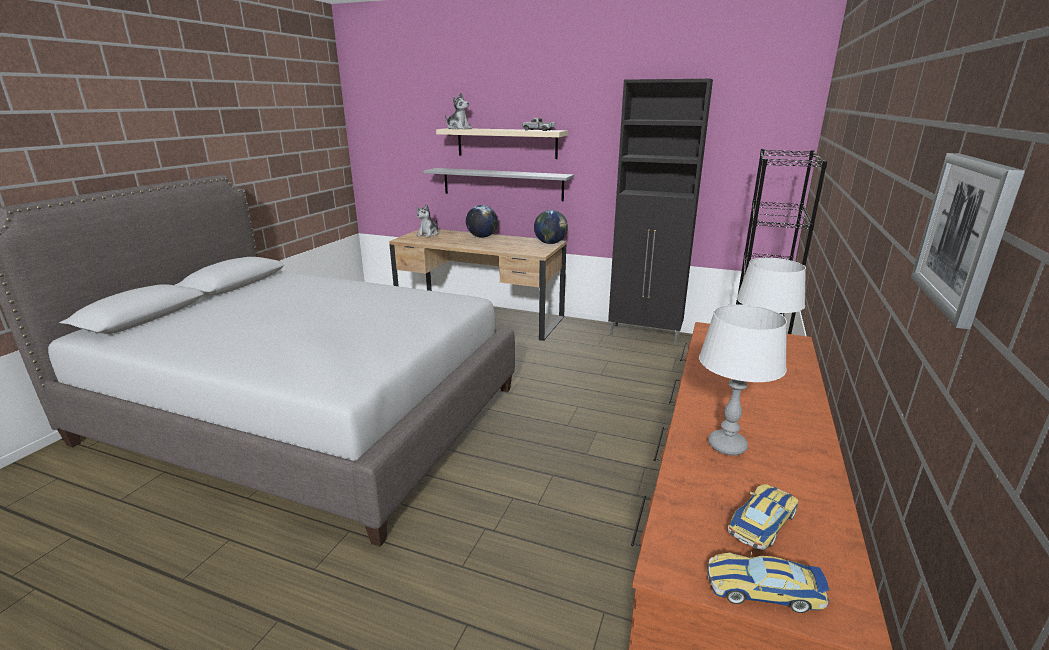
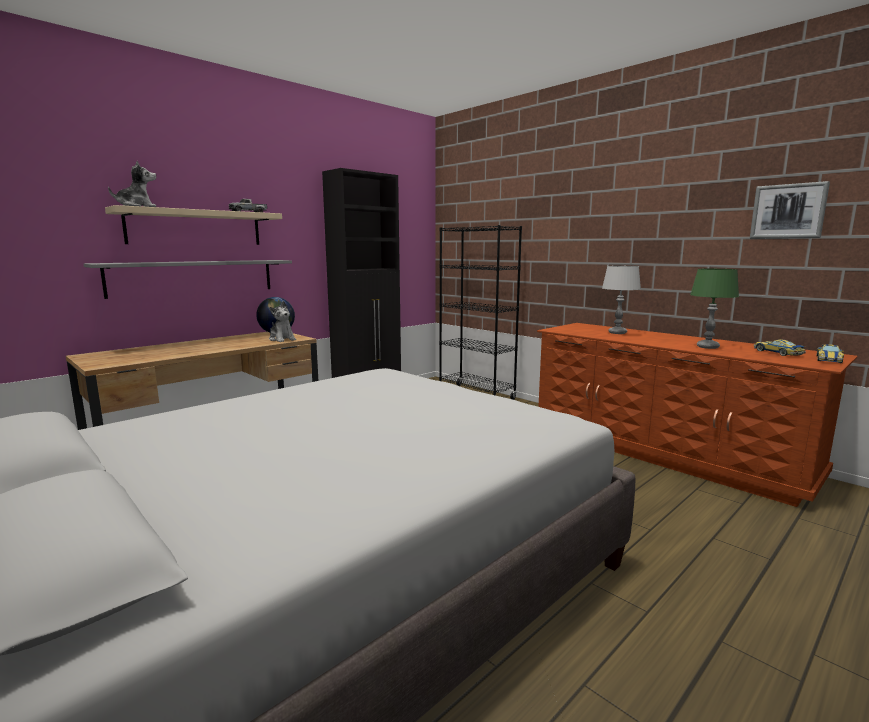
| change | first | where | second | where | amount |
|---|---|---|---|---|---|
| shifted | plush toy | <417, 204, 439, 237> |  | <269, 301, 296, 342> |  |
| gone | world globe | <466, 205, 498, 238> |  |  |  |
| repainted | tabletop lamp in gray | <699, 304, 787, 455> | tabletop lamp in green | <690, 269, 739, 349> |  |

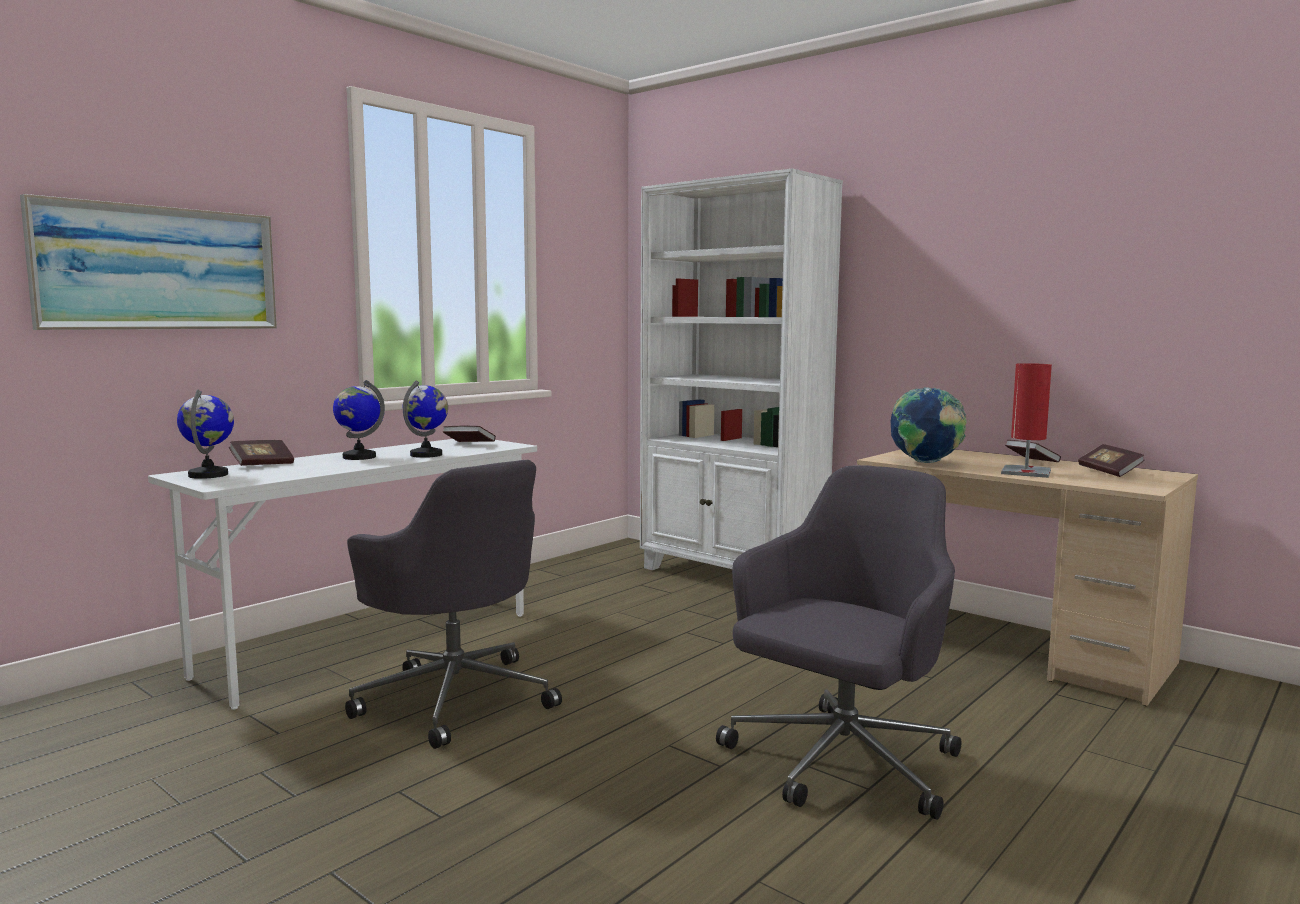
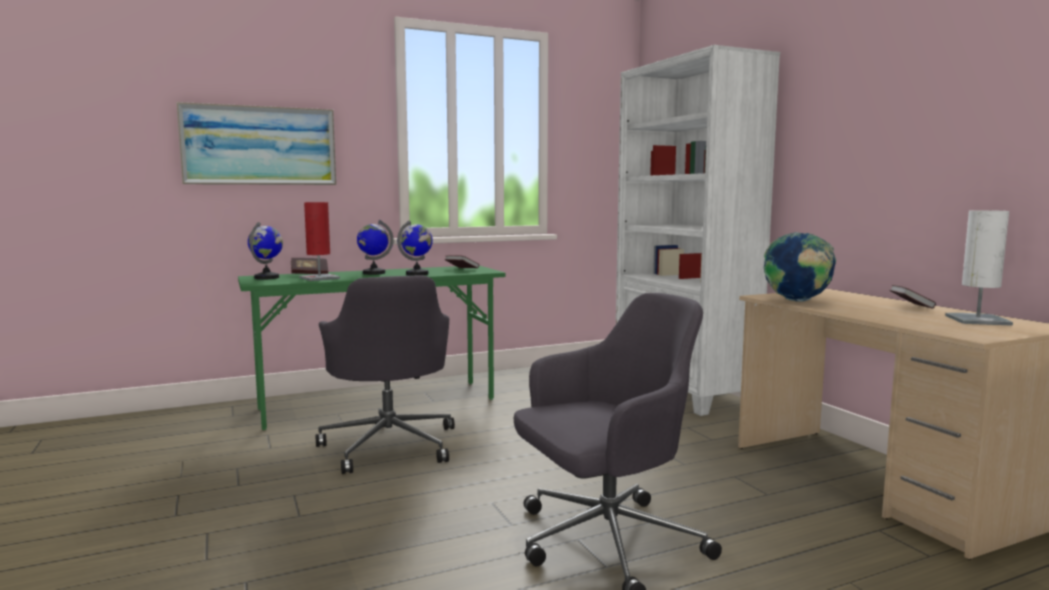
| change | first | where | second | where | amount |
|---|---|---|---|---|---|
| shifted | tabletop lamp in red | <1001, 363, 1052, 478> |  | <299, 202, 340, 281> |  |
| repainted | desk unit in whitish | <148, 439, 537, 710> | desk unit in green | <238, 265, 506, 430> |  |
| swapped | book | <1078, 444, 1145, 477> | tabletop lamp in whitish | <945, 210, 1013, 326> |  |

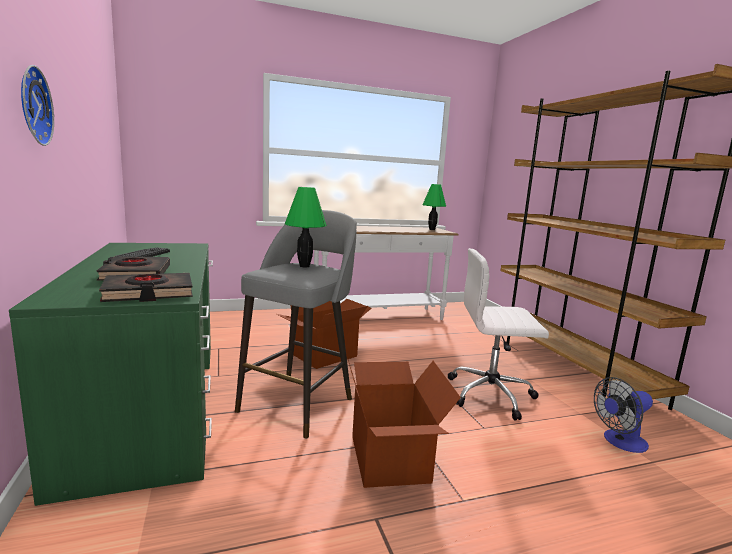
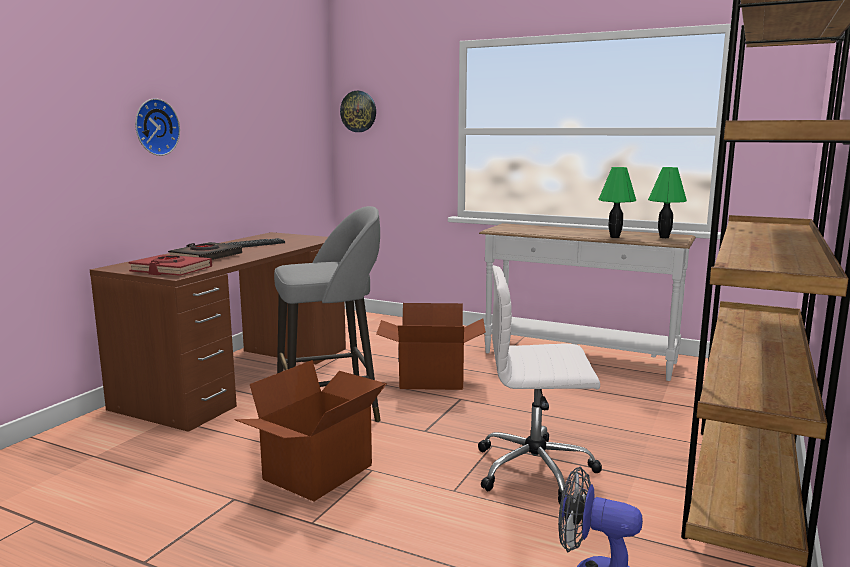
| change | first | where | second | where | amount |
|---|---|---|---|---|---|
| shifted | tabletop lamp in green | <285, 187, 327, 267> |  | <598, 167, 636, 238> |  |
| repainted | desk unit in green | <9, 243, 213, 506> | desk unit in brownish | <90, 232, 346, 432> |  |
| rotated | computer chair in whitish | <448, 248, 549, 421> |  | <478, 265, 602, 504> | 45 degrees counterclockwise |
| repainted | book in black-coloured | <99, 273, 193, 302> | book in red | <129, 255, 212, 276> |  |
| new |  |  | wall clock | <340, 91, 376, 132> |  |

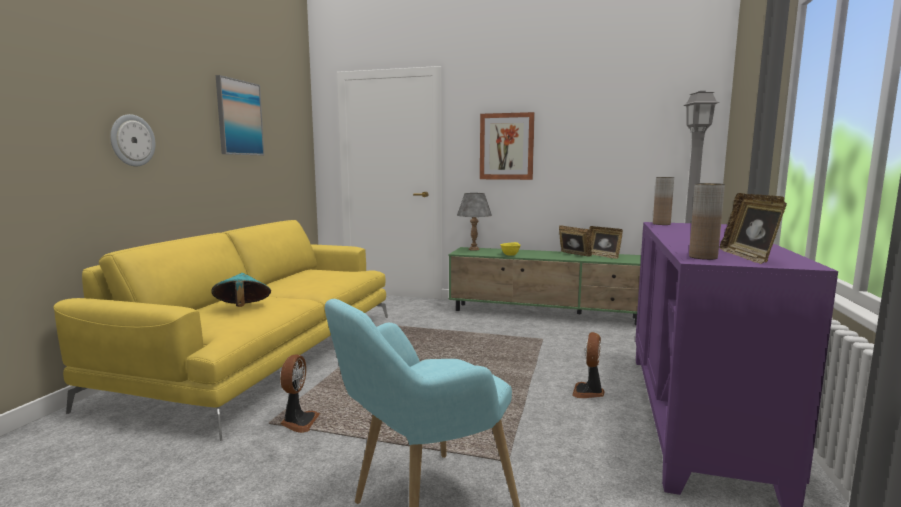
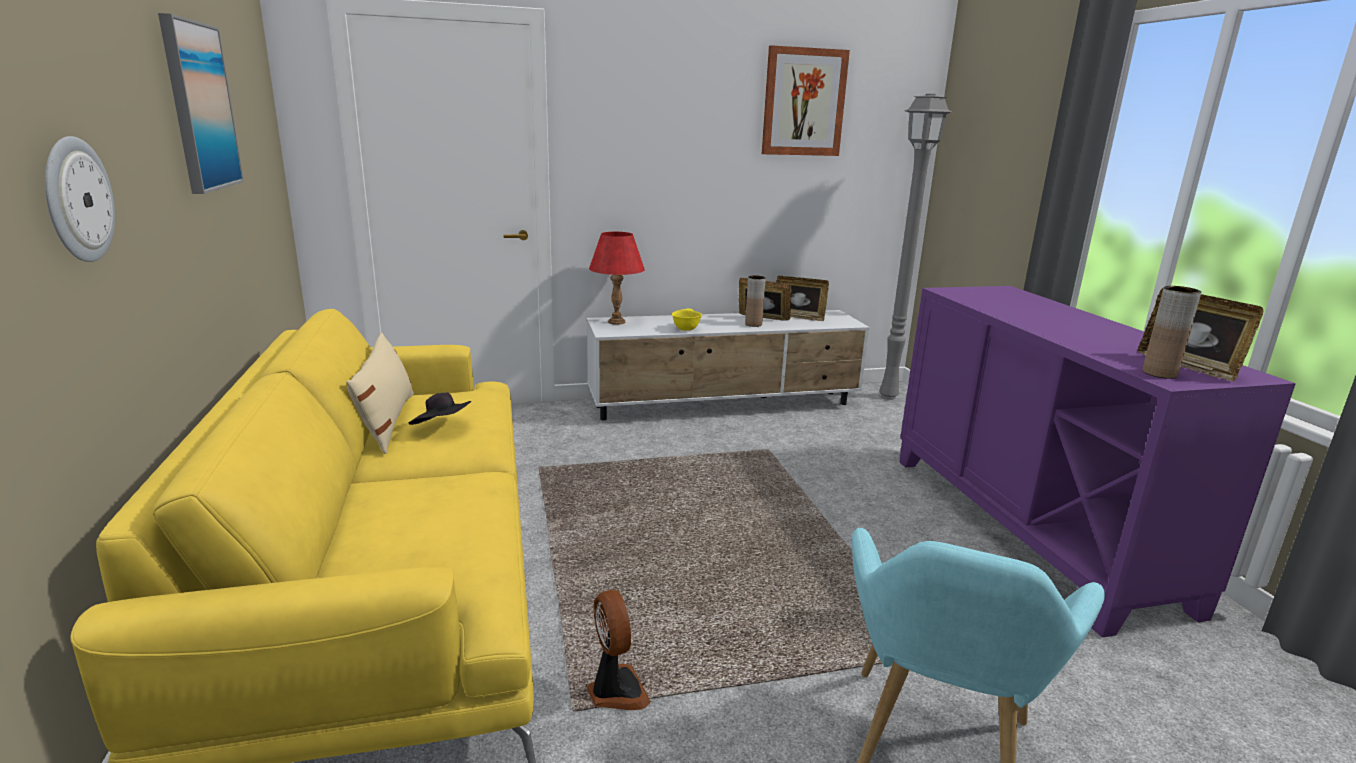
| change | first | where | second | where | amount |
|---|---|---|---|---|---|
| shifted | wall art | <480, 112, 535, 180> |  | <762, 45, 850, 156> |  |
| shifted | flower vase in brownish | <653, 177, 674, 225> |  | <745, 275, 766, 327> |  |
| repainted | tabletop lamp in gray | <457, 193, 492, 251> | tabletop lamp in red | <589, 232, 645, 325> |  |
| repainted | tv unit in green | <449, 247, 641, 325> | tv unit in whitish | <587, 310, 870, 420> |  |
| gone | wearable hat in turquoise | <211, 273, 271, 307> |  |  |  |
| gone | electric fan | <572, 332, 604, 398> |  |  |  |
| new |  |  | throw pillow in beige-coloured | <346, 332, 414, 454> |  |
| new |  |  | wearable hat in black-coloured | <409, 393, 471, 425> |  |

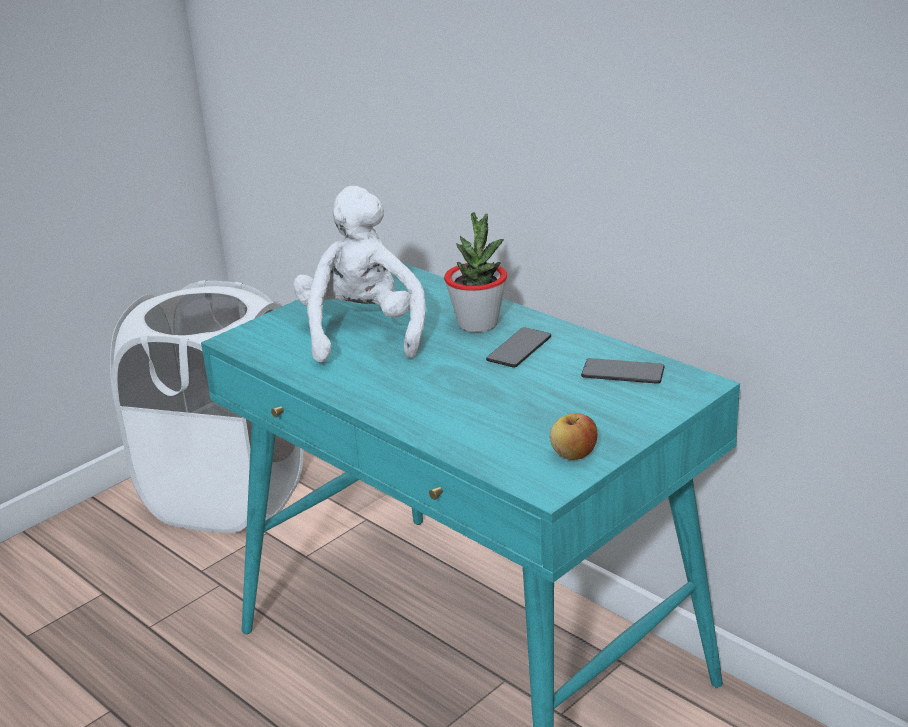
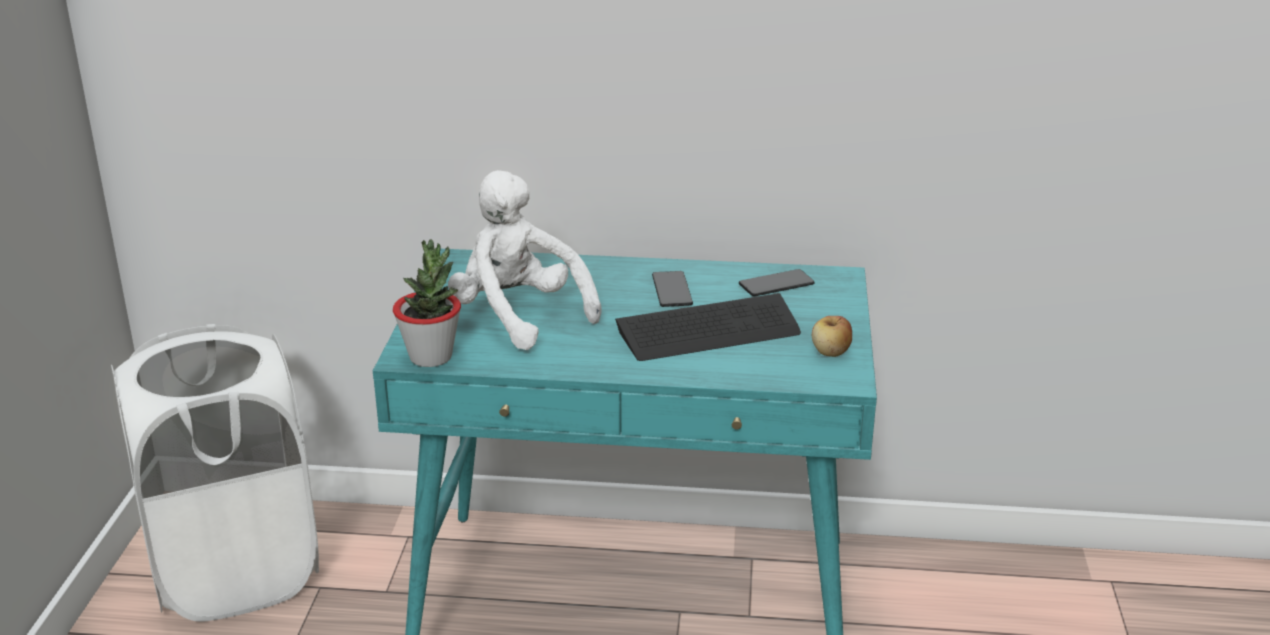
| change | first | where | second | where | amount |
|---|---|---|---|---|---|
| shifted | houseplant | <444, 212, 507, 332> |  | <393, 239, 461, 367> |  |
| new |  |  | computer keyboard | <615, 293, 801, 361> |  |

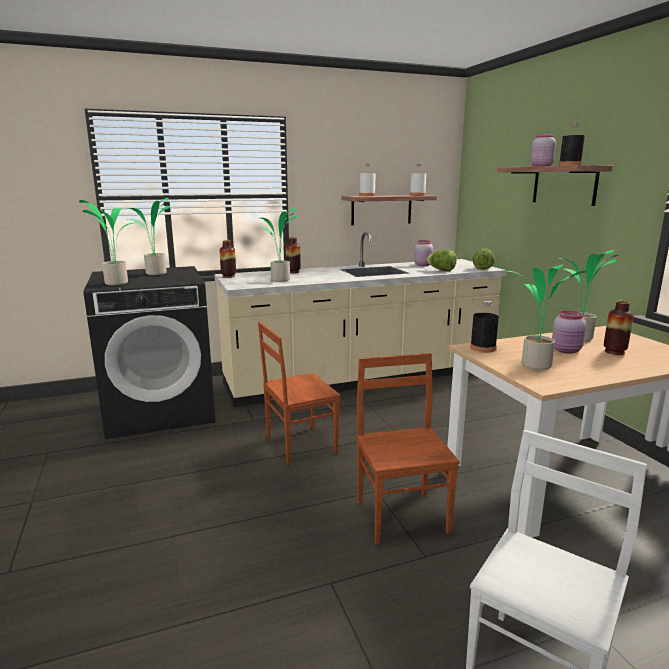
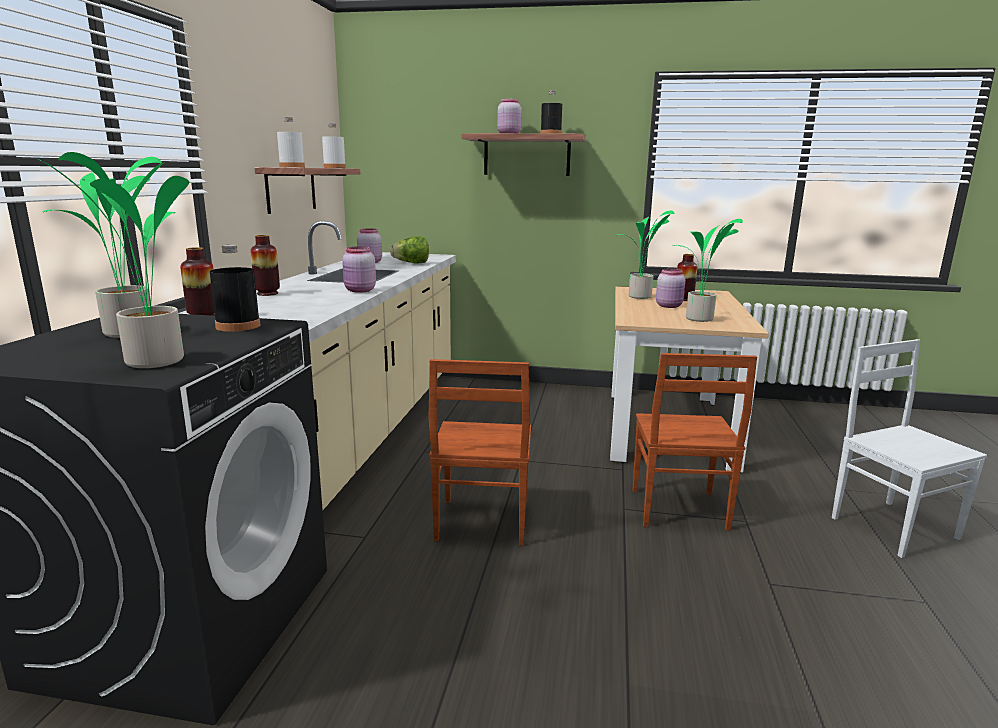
| change | first | where | second | where | amount |
|---|---|---|---|---|---|
| gone | houseplant | <261, 208, 297, 282> |  |  |  |
| gone | lettuce | <472, 248, 495, 270> |  |  |  |
| shifted | bottle in black-coloured | <470, 300, 499, 352> |  | <210, 245, 260, 332> |  |
| rotated | plain chair in brownish | <356, 353, 460, 545> |  | <632, 353, 757, 530> | 105 degrees counterclockwise |
| new |  |  | preserve jar in pink-coloured | <342, 247, 376, 293> |  |

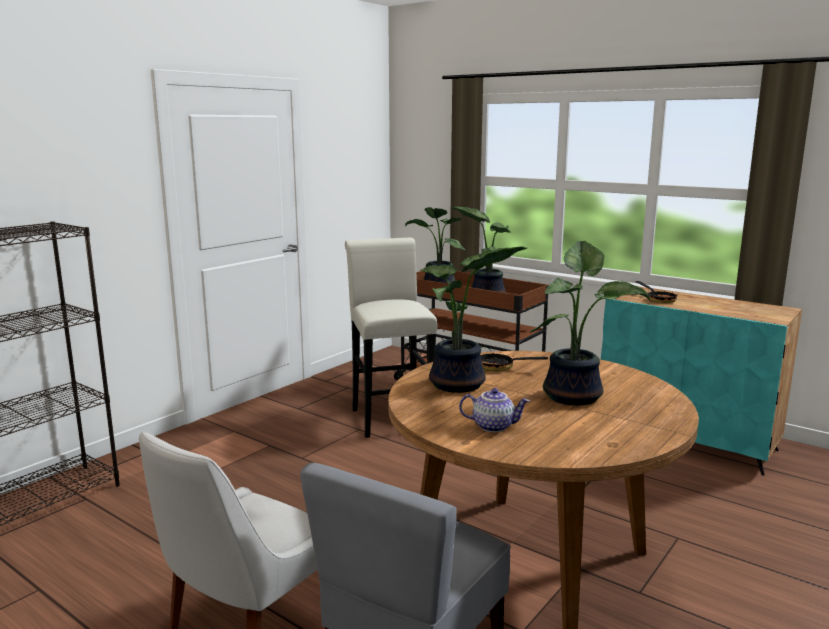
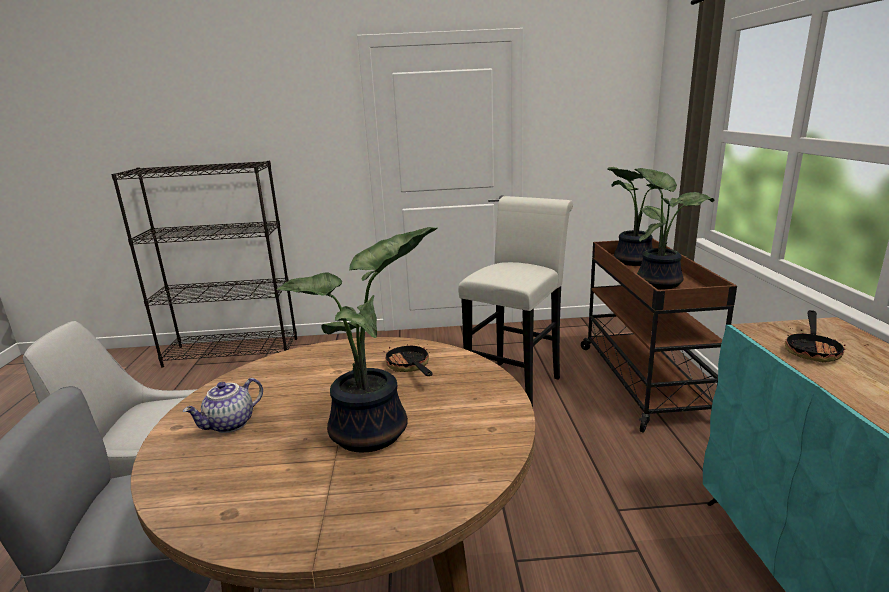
| change | first | where | second | where | amount |
|---|---|---|---|---|---|
| gone | houseplant | <420, 246, 527, 393> |  |  |  |
| rotated | teapot | <459, 388, 530, 432> |  | <183, 378, 263, 433> | 75 degrees clockwise |

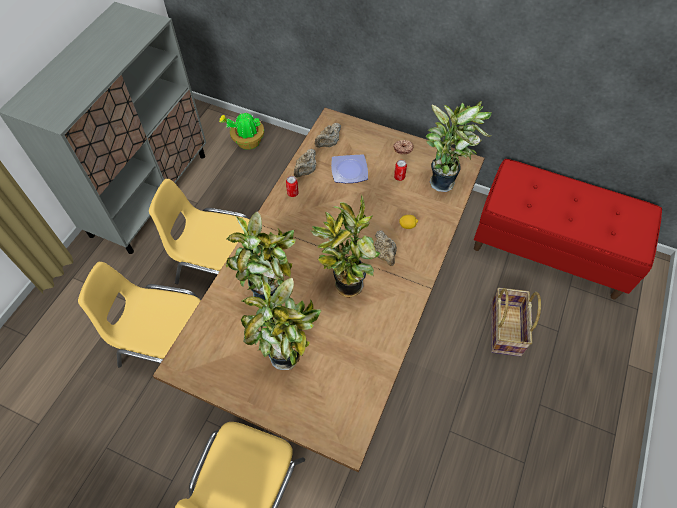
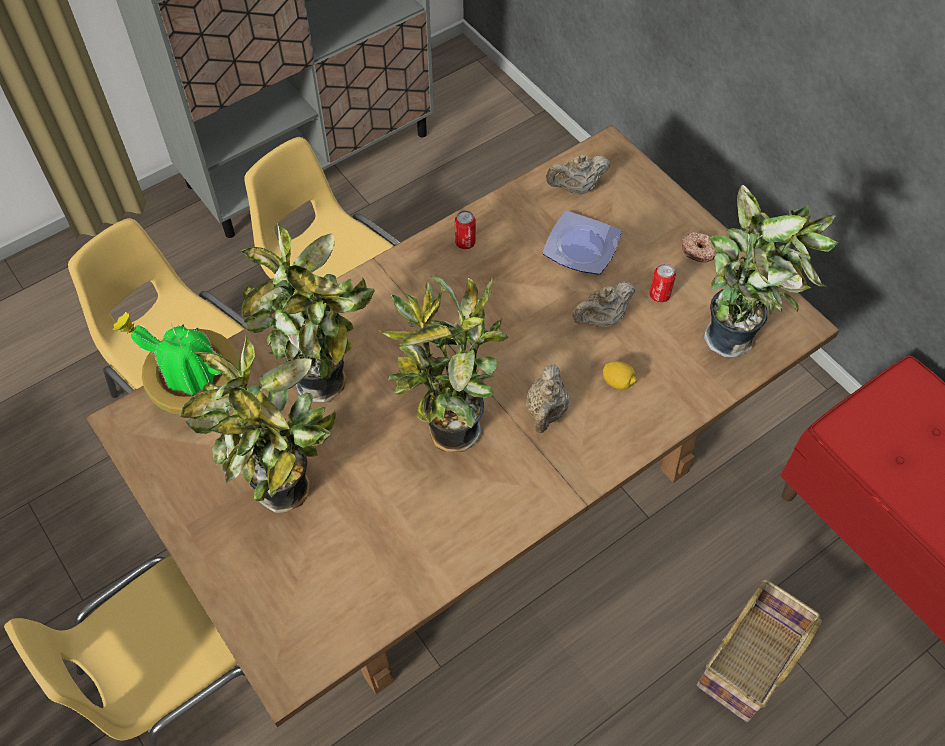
| change | first | where | second | where | amount |
|---|---|---|---|---|---|
| shifted | houseplant | <219, 111, 264, 150> |  | <112, 312, 241, 415> |  |
| shifted | teapot in beige-coloured | <294, 149, 316, 178> |  | <572, 282, 635, 327> |  |

